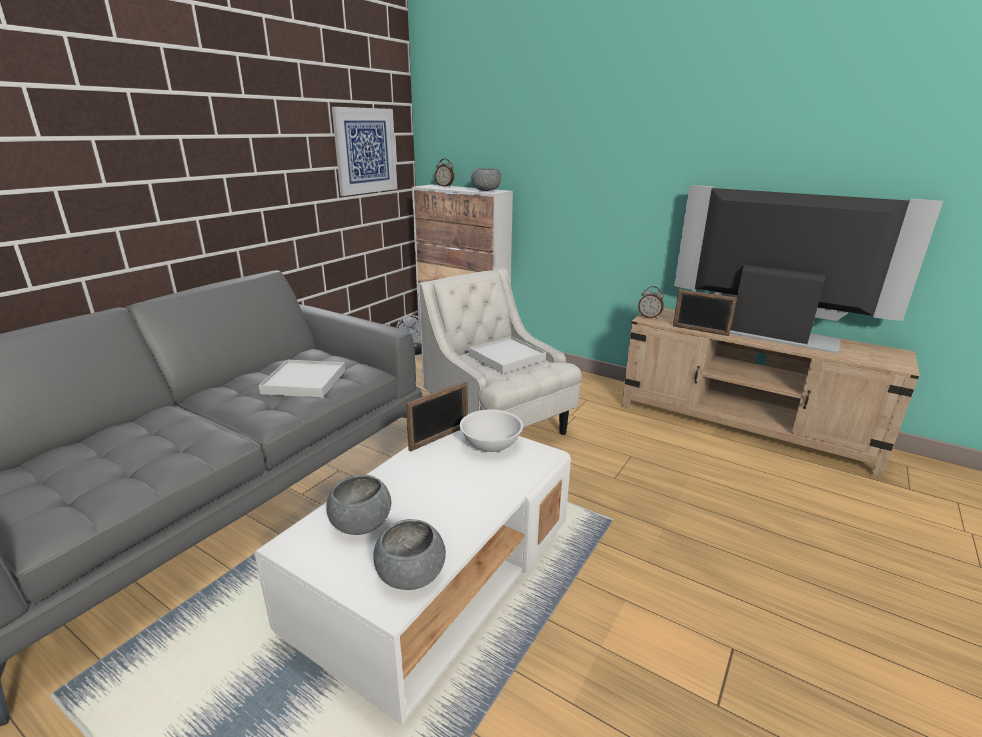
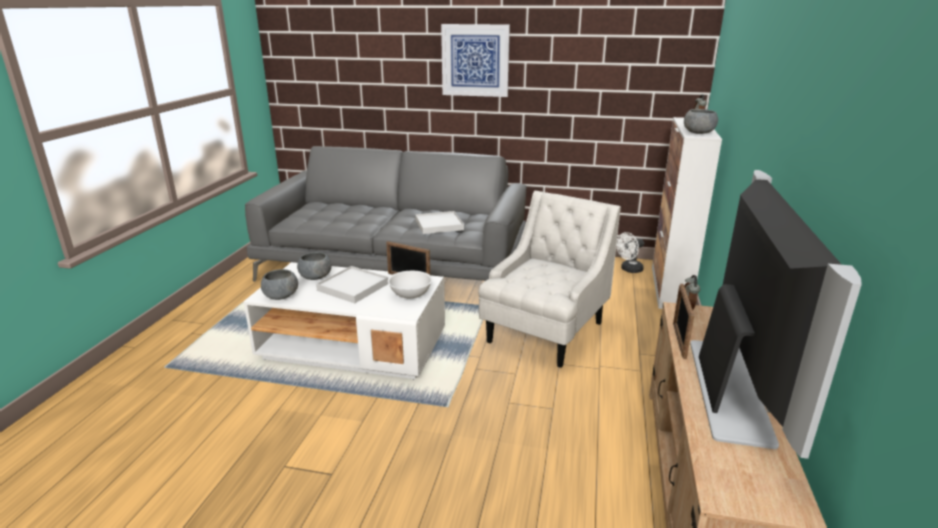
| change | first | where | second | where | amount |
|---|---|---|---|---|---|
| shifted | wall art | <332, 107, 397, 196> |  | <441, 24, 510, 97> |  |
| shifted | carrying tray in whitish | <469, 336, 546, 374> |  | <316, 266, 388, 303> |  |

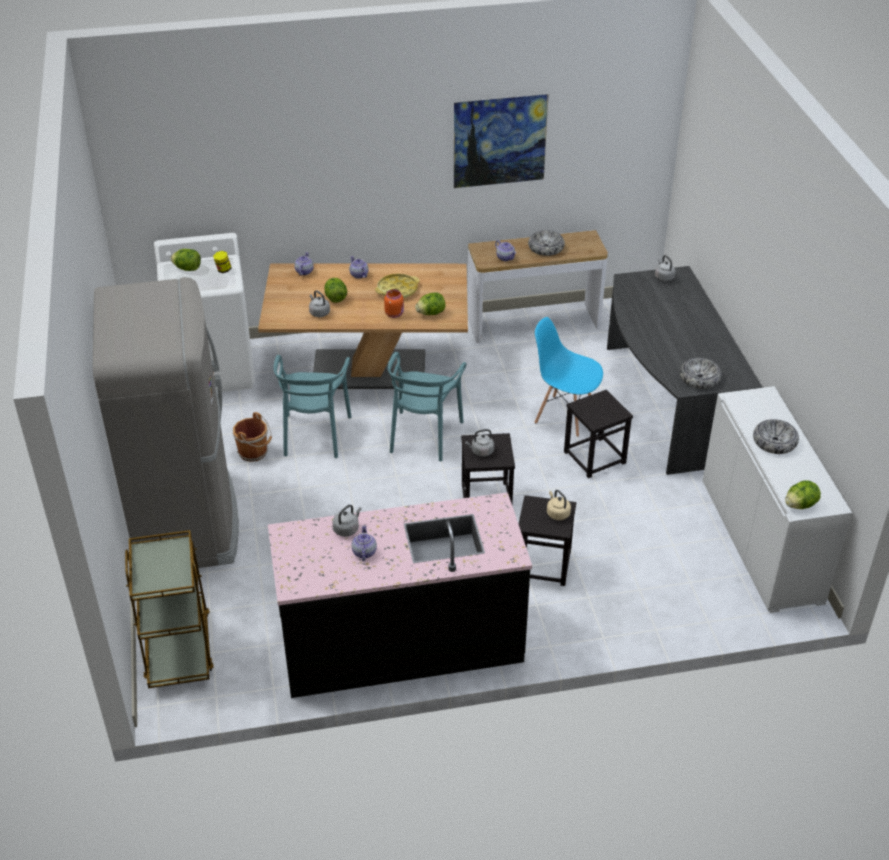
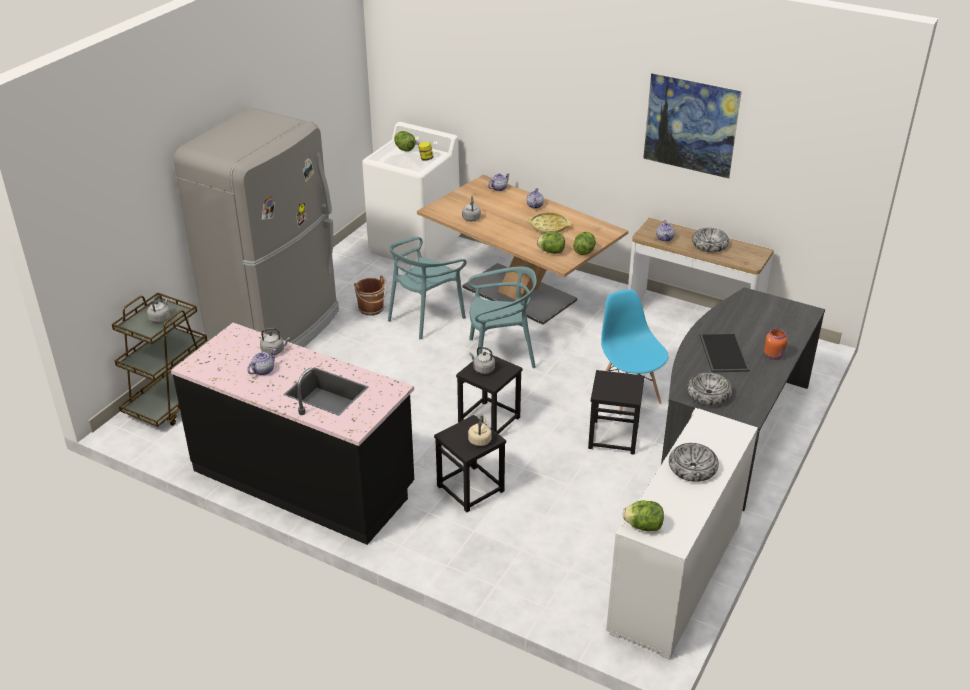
| change | first | where | second | where | amount |
|---|---|---|---|---|---|
| shifted | kettle in gray | <655, 255, 676, 282> |  | <147, 295, 170, 323> |  |
| shifted | lettuce | <324, 278, 347, 303> |  | <573, 232, 596, 255> |  |
| shifted | preserve jar in orangey | <384, 289, 404, 318> |  | <764, 329, 788, 359> |  |
| rotated | plain chair in turquoise | <388, 352, 466, 461> |  | <469, 267, 537, 368> | 150 degrees counterclockwise |
| new |  |  | carrying tray | <699, 333, 749, 372> |  |

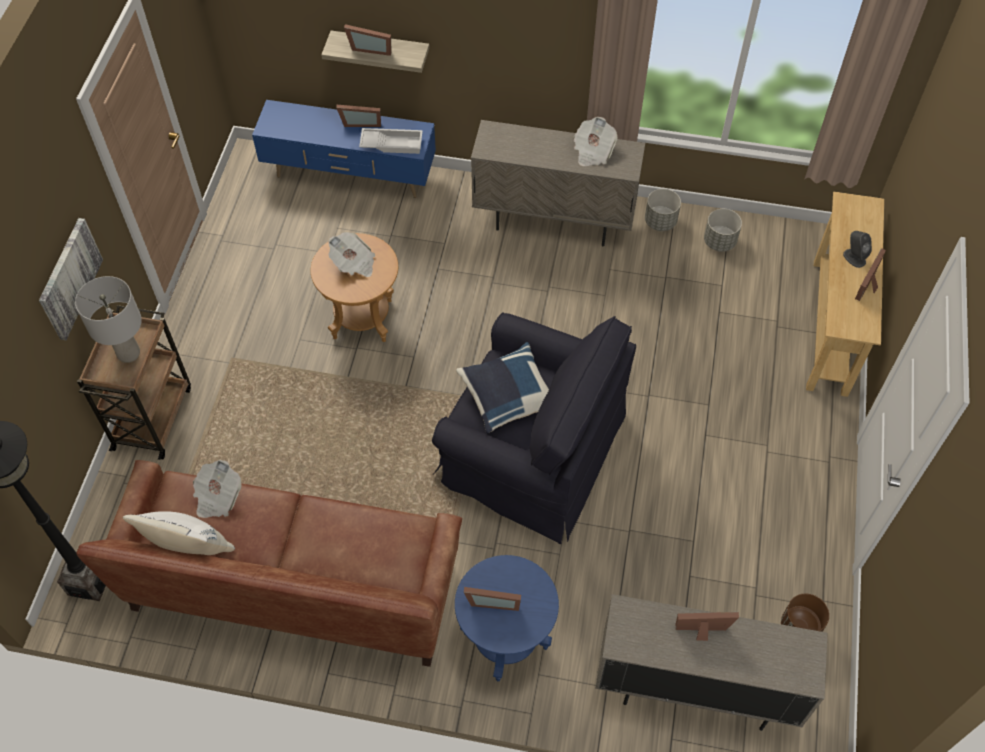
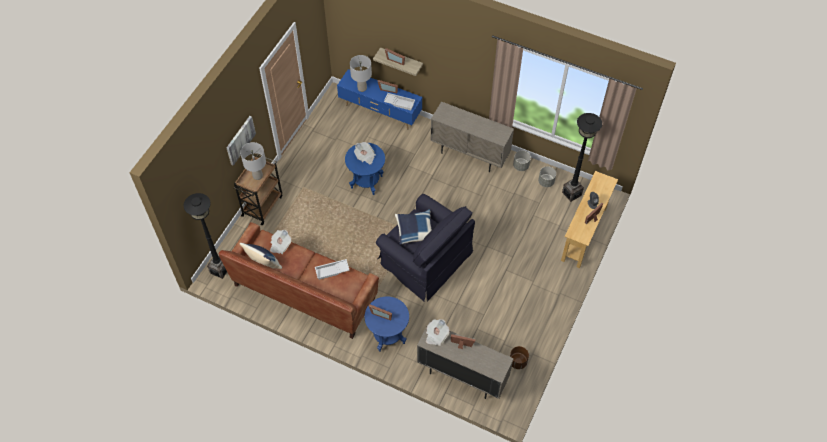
| change | first | where | second | where | amount |
|---|---|---|---|---|---|
| shifted | daily paper | <573, 117, 618, 166> |  | <426, 319, 449, 346> |  |
| repainted | side table in brownish | <311, 233, 398, 342> | side table in blue-coloured | <345, 143, 385, 195> |  |
| repainted | throw pillow in whitish | <123, 511, 235, 555> | throw pillow in blue-coloured | <240, 243, 282, 269> |  |
| new |  |  | tabletop lamp in gray | <350, 55, 372, 92> |  |
| new |  |  | floor lamp in black-coloured | <562, 113, 602, 202> |  |
| new |  |  | carrying tray in whitish | <315, 259, 350, 280> |  |

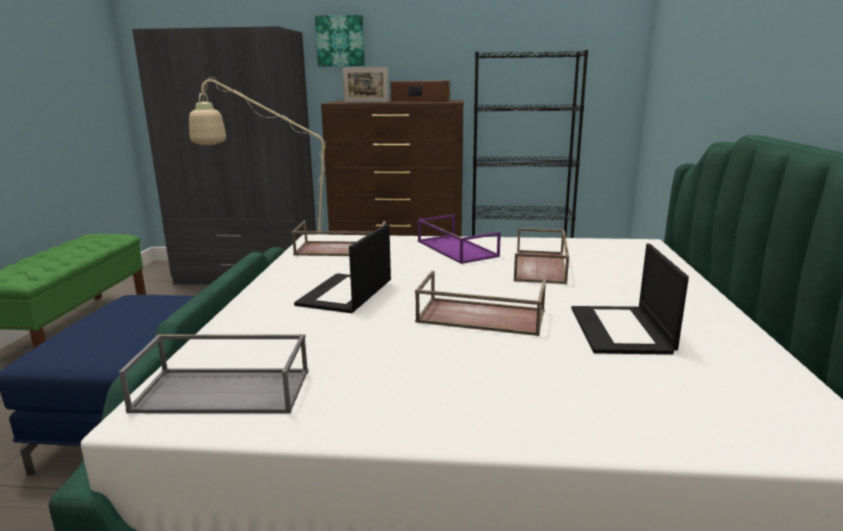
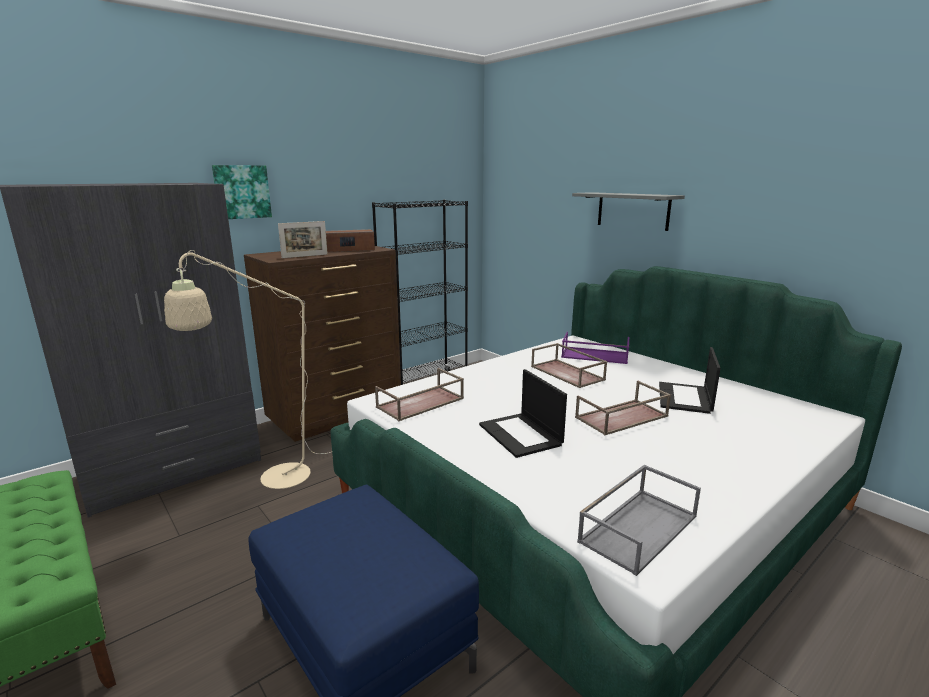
| change | first | where | second | where | amount |
|---|---|---|---|---|---|
| shifted | carrying tray in purple | <418, 214, 501, 264> |  | <561, 332, 629, 364> |  |
| rotated | notebook computer | <571, 244, 689, 355> |  | <659, 347, 721, 414> | 60 degrees clockwise |
| new |  |  | bracket shelf in gray | <572, 192, 685, 231> |  |

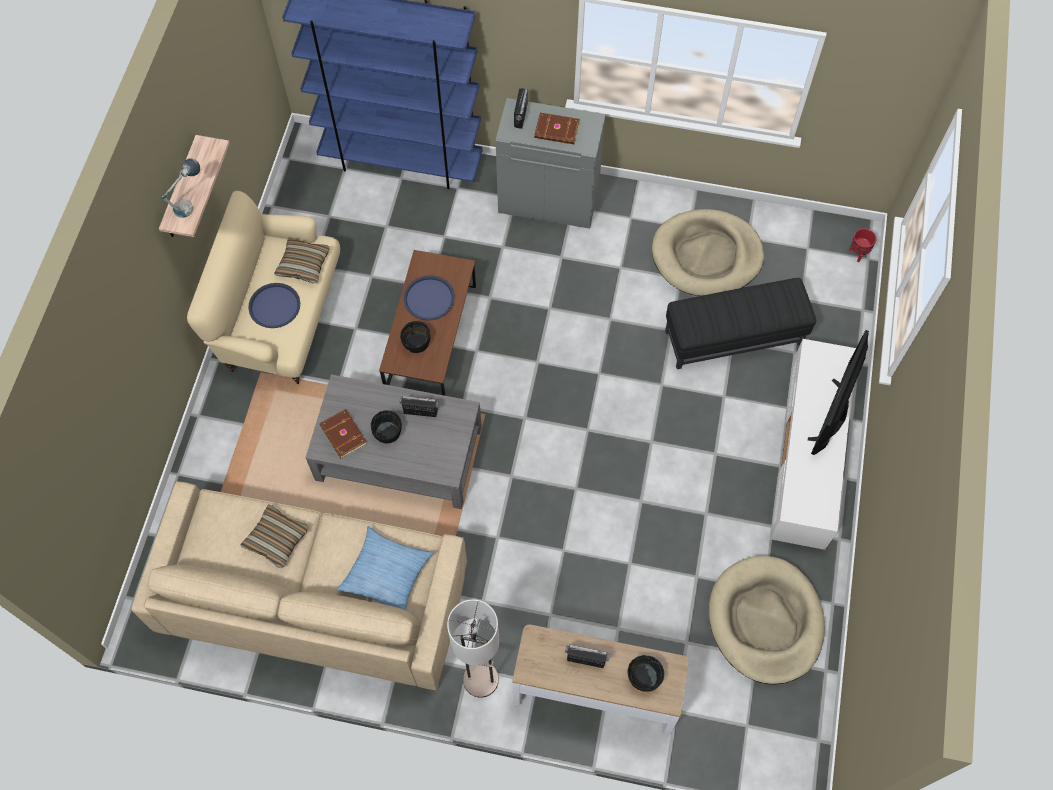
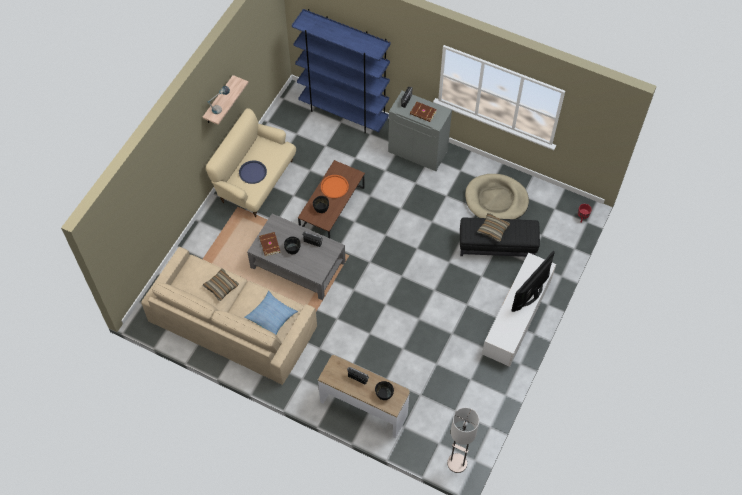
| change | first | where | second | where | amount |
|---|---|---|---|---|---|
| shifted | throw pillow | <274, 237, 330, 284> |  | <477, 213, 510, 242> |  |
| repainted | carrying tray in blue-coloured | <404, 275, 455, 320> | carrying tray in orangey | <321, 175, 349, 198> |  |
| gone | pet bed in beige-coloured | <709, 555, 825, 685> |  |  |  |
| shifted | floor lamp | <447, 599, 499, 698> |  | <447, 407, 479, 473> |  |

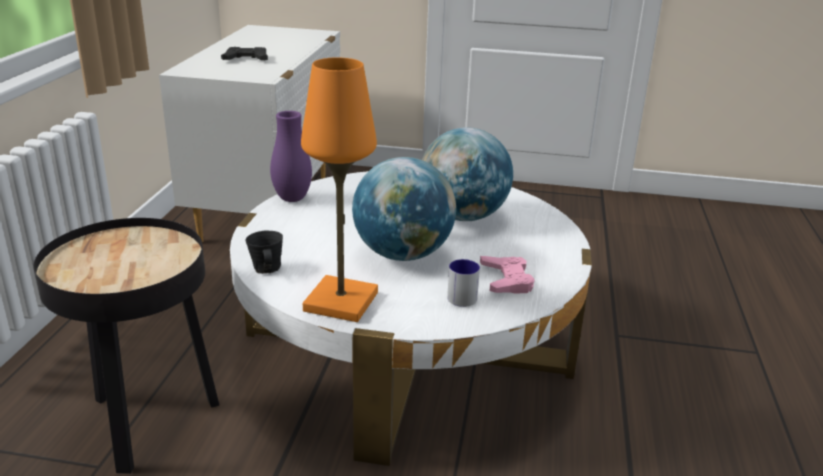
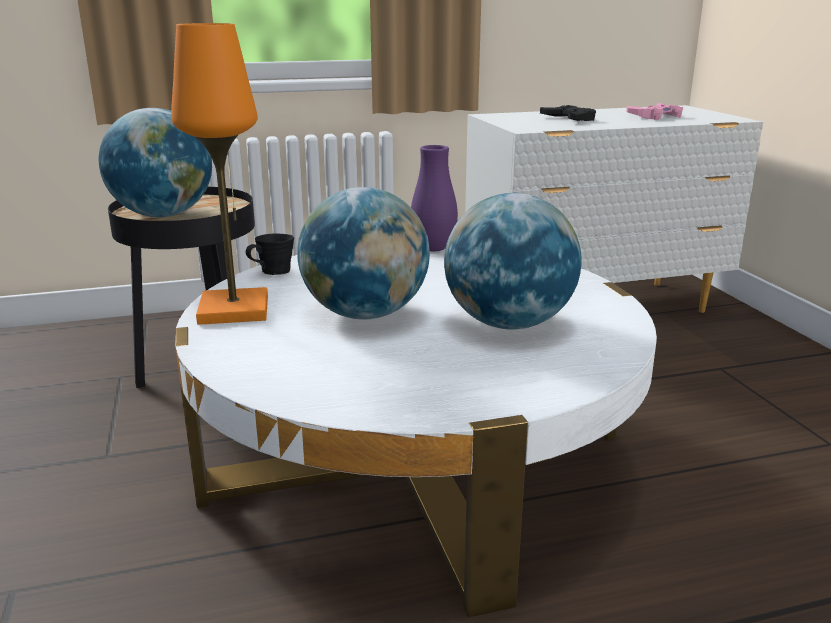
| change | first | where | second | where | amount |
|---|---|---|---|---|---|
| shifted | game controller in pink-coloured | <480, 256, 535, 294> |  | <626, 103, 683, 120> |  |
| gone | tea mug | <447, 259, 480, 307> |  |  |  |
| new |  |  | world globe | <99, 108, 212, 217> |  |

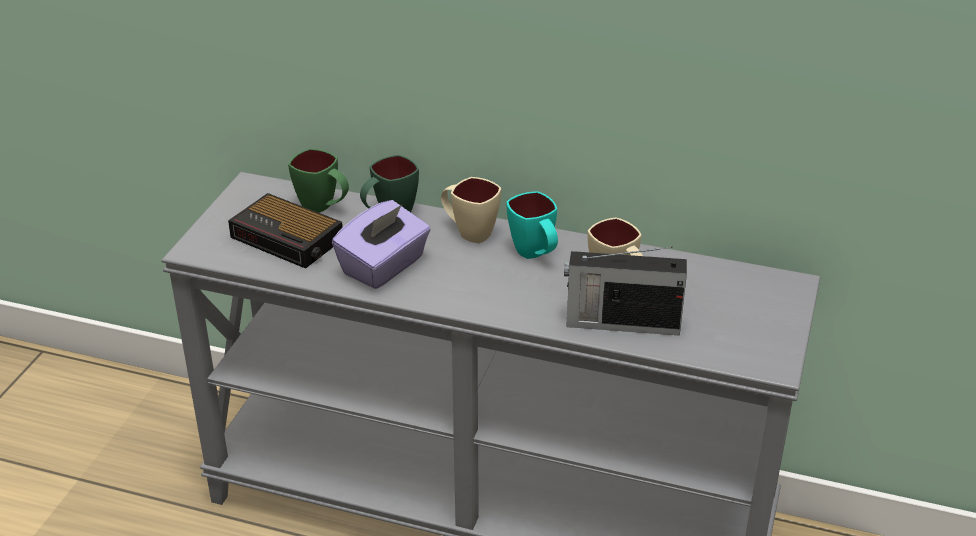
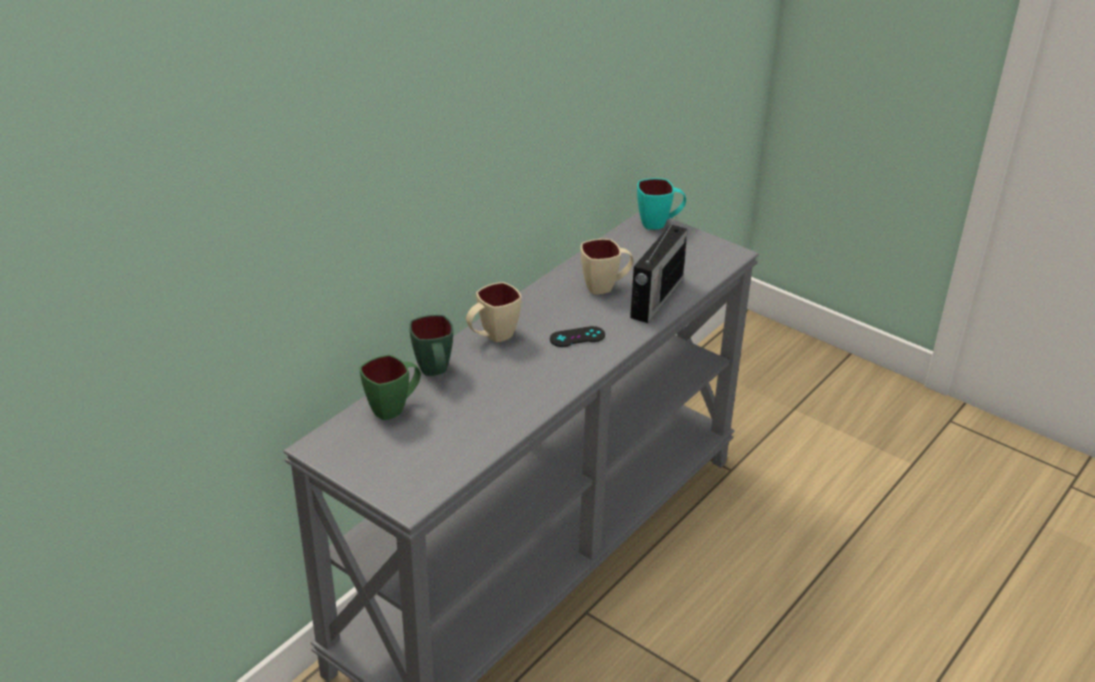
| change | first | where | second | where | amount |
|---|---|---|---|---|---|
| shifted | tea mug in turquoise | <507, 191, 558, 259> |  | <637, 178, 686, 230> |  |
| gone | bedside clock | <228, 193, 343, 269> |  |  |  |
| gone | box of tissues in purple | <332, 200, 431, 289> |  |  |  |
| new |  |  | game controller in black-coloured | <550, 326, 605, 347> |  |

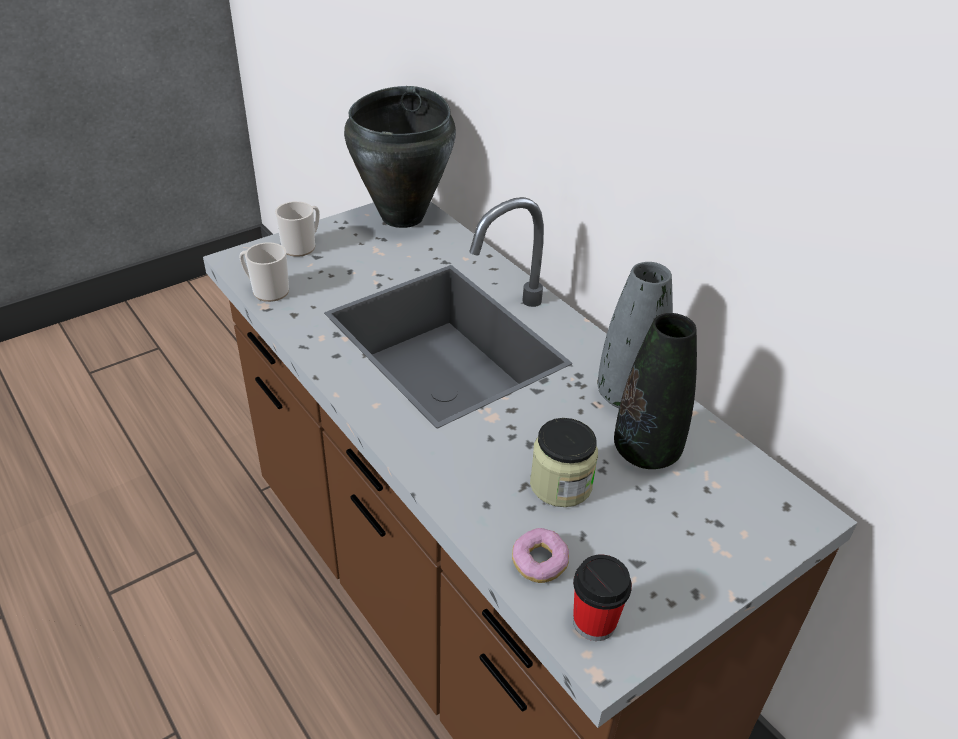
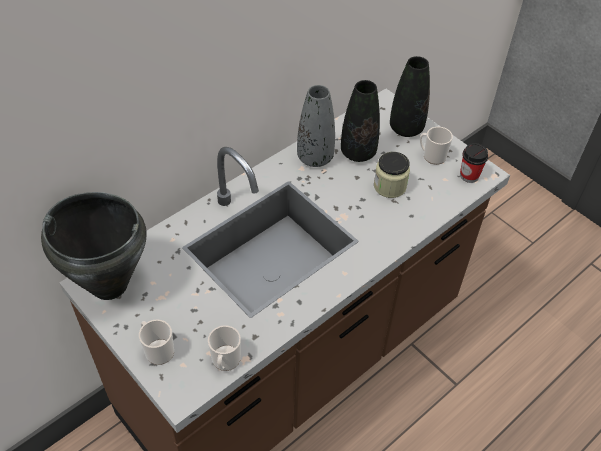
| change | first | where | second | where | amount |
|---|---|---|---|---|---|
| gone | ring doughnut | <512, 528, 569, 583> |  |  |  |
| new |  |  | flower vase in black-coloured | <390, 56, 430, 137> |  |
| new |  |  | tea mug | <420, 127, 453, 165> |  |

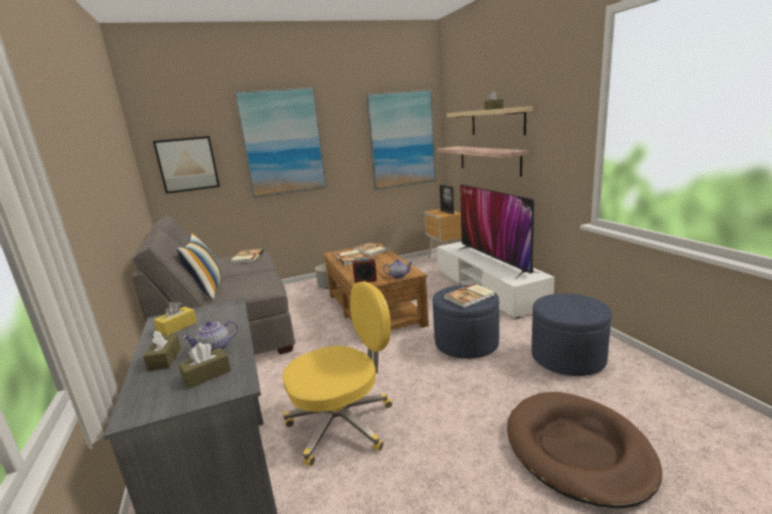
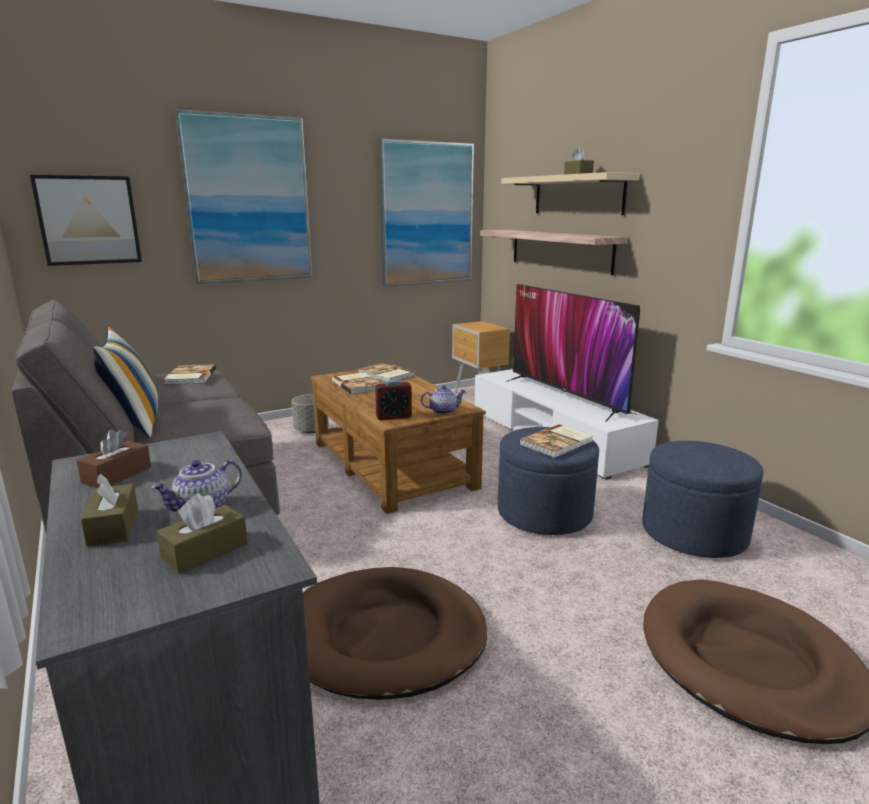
| change | first | where | second | where | amount |
|---|---|---|---|---|---|
| gone | picture frame | <440, 185, 454, 214> |  |  |  |
| swapped | computer chair in yellow-coloured | <282, 281, 392, 466> | pet bed in brownish | <303, 567, 487, 700> |  |
| repainted | box of tissues in yellow-coloured | <154, 302, 197, 336> | box of tissues in brownish | <76, 430, 151, 488> |  |

